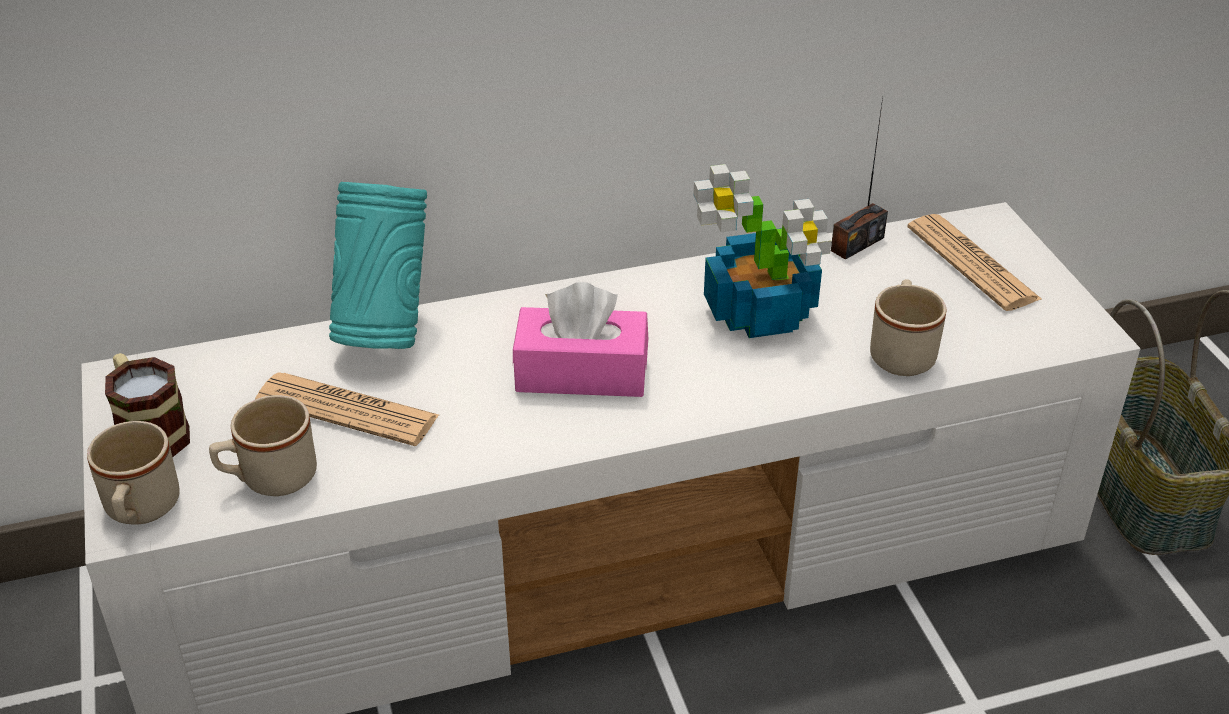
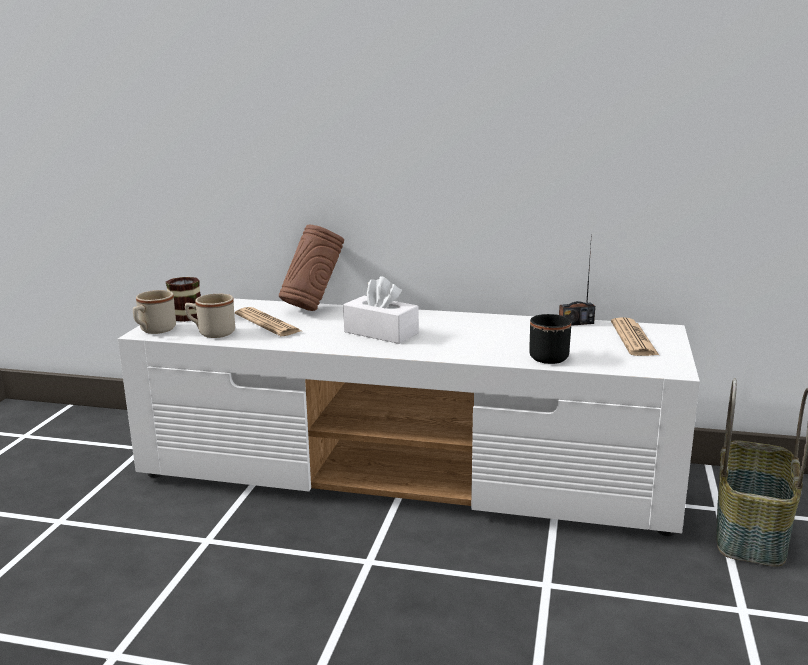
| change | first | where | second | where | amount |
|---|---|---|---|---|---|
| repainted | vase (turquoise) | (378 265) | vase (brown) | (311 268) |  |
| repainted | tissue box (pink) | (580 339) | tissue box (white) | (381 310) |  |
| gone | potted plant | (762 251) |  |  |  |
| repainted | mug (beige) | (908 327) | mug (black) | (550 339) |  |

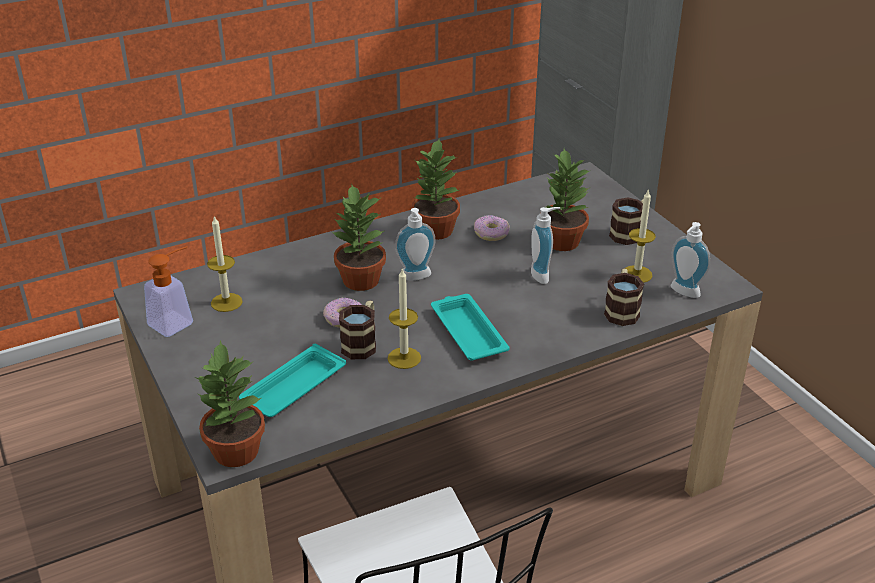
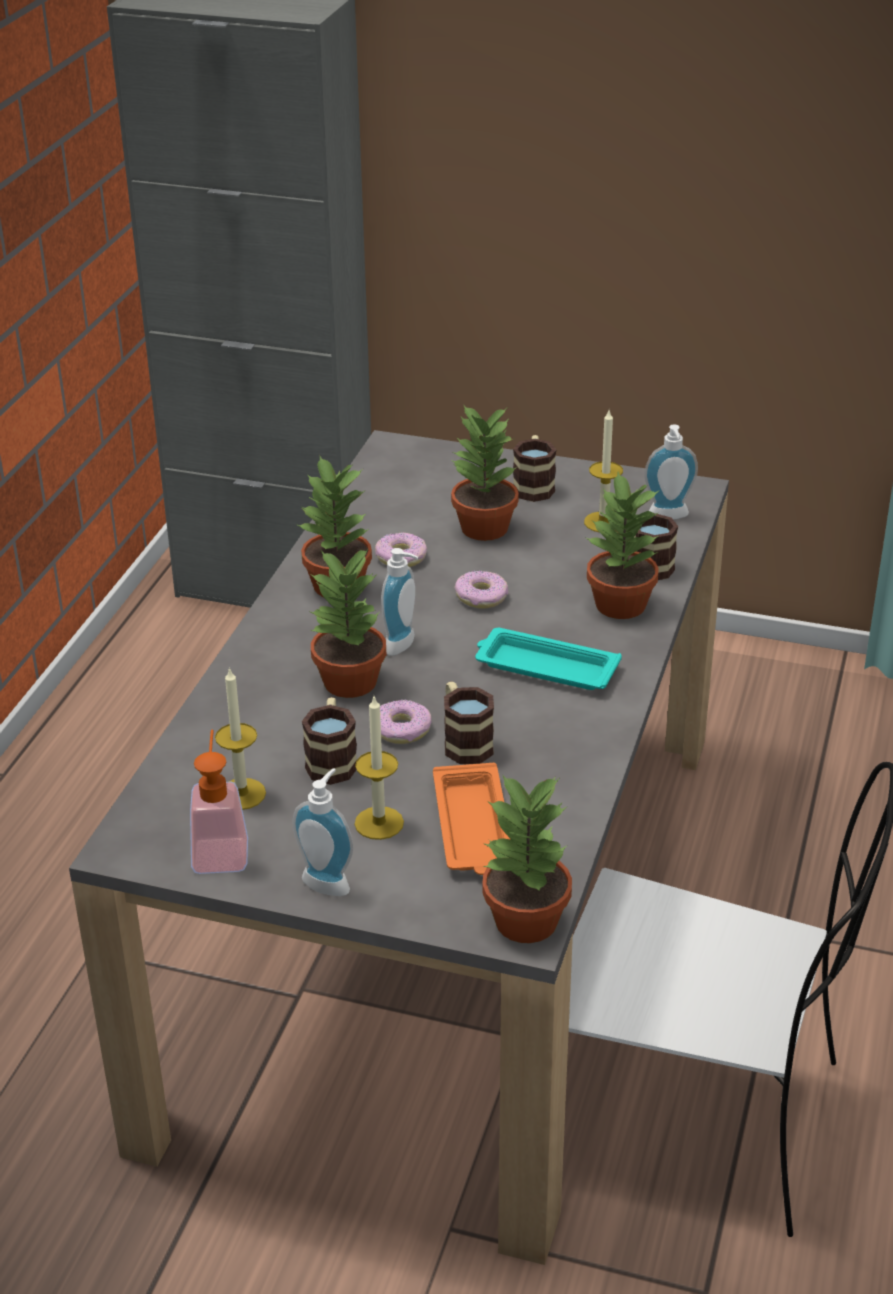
| change | first | where | second | where | amount |
|---|---|---|---|---|---|
| repainted | tray (turquoise) | (292 380) | tray (orange) | (472 819) |  |
| shifted | candle | (404 318) |  | (379 768) |  |
| shifted | soap dispenser | (545 245) |  | (323 832) |  |
| new |  |  | mug | (329 741) |  |
| new |  |  | donut | (481 589) |  |
| new |  |  | potted plant | (623 545) |  |

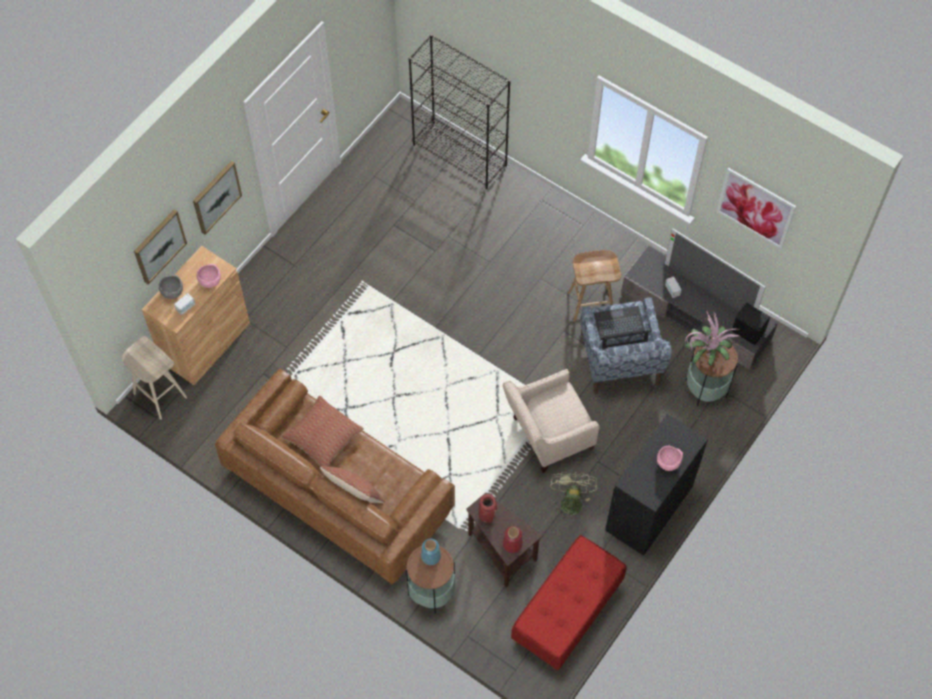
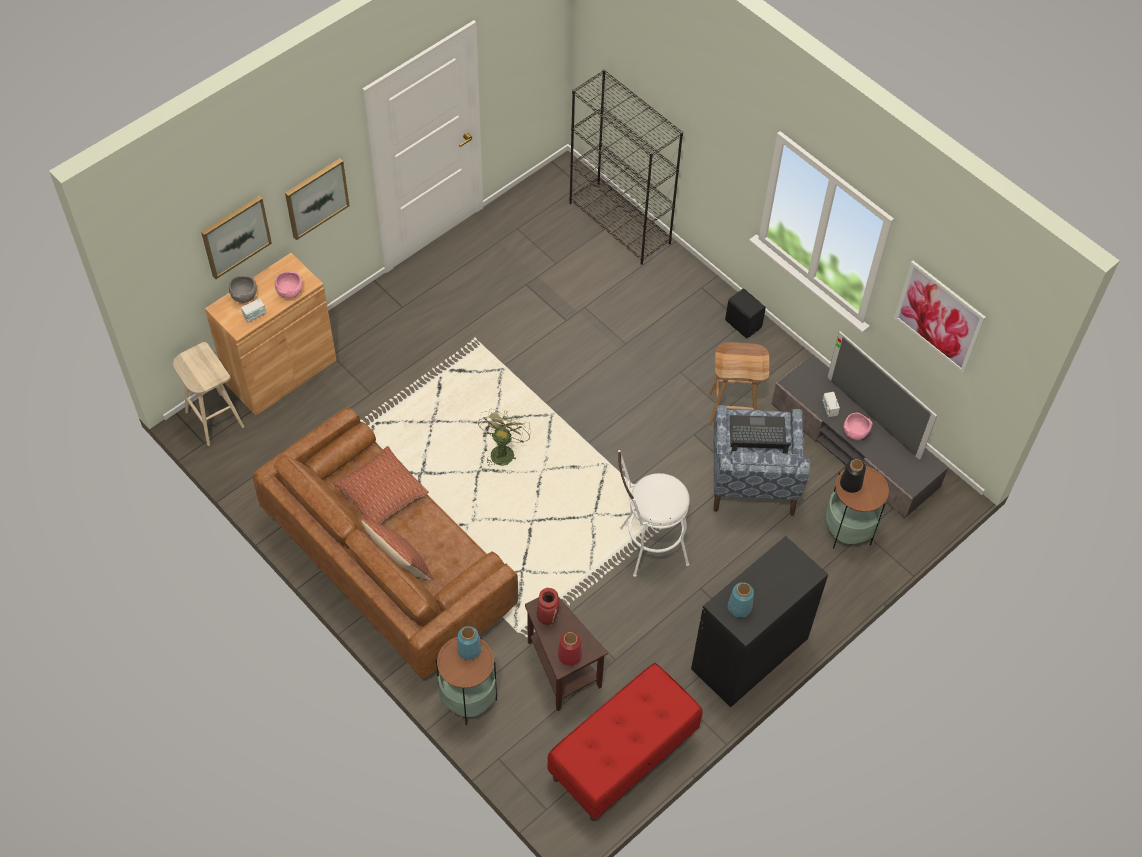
| change | first | where | second | where | amount |
|---|---|---|---|---|---|
| swapped | armchair (beige) | (551 421) | stool (white) | (654 513) |  |
| shifted | fan (green) | (574 496) |  | (504 437) |  |
| shifted | bowl (pink) | (670 458) |  | (857 426) |  |
| swapped | potted plant | (712 338) | vase (black) | (853 476) |  |
| shifted | speaker (black) | (751 324) |  | (745 313) |  |
| new |  |  | vase (blue) | (741 600) |  |

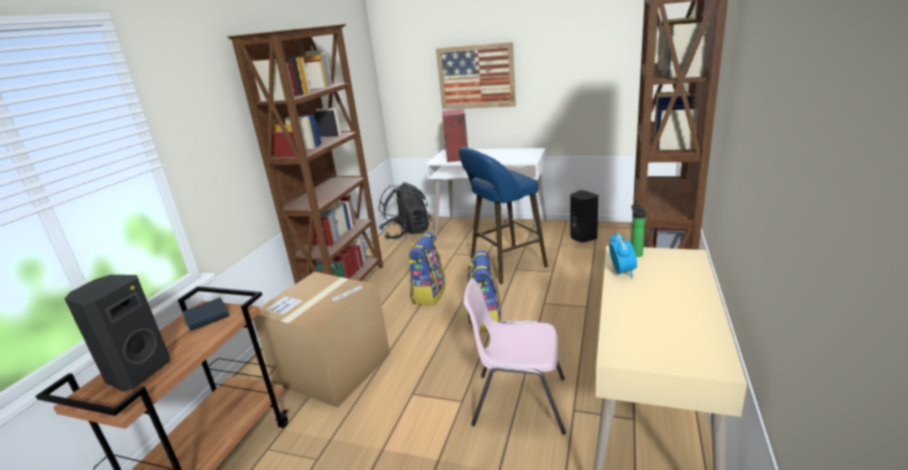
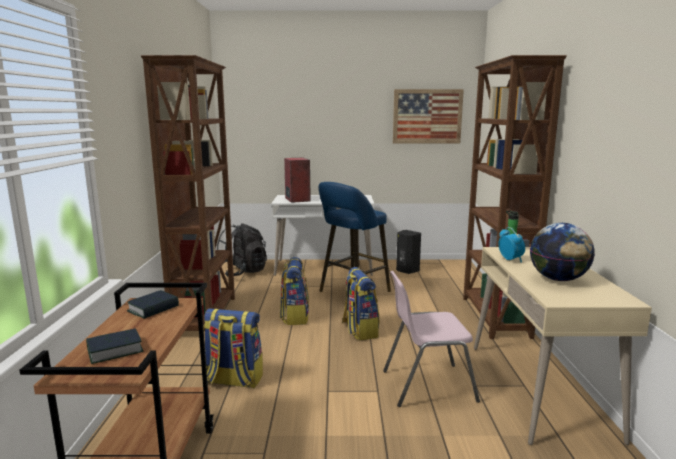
| change | first | where | second | where | amount |
|---|---|---|---|---|---|
| swapped | speaker (black) | (117 333) | book | (115 346) |  |
| swapped | cardboard box | (321 340) | backpack | (233 348) |  |
| shifted | picture | (476 75) |  | (428 116) |  |
| new |  |  | globe | (562 252) |  |

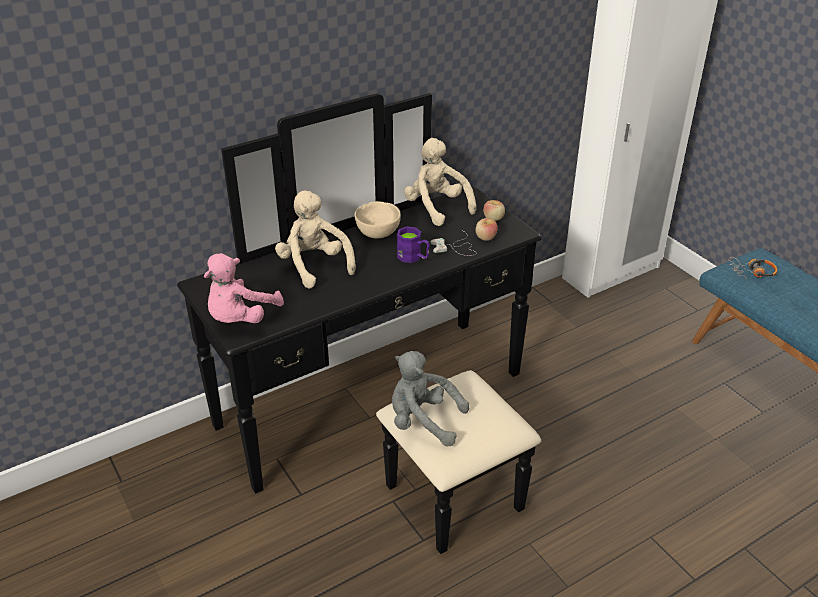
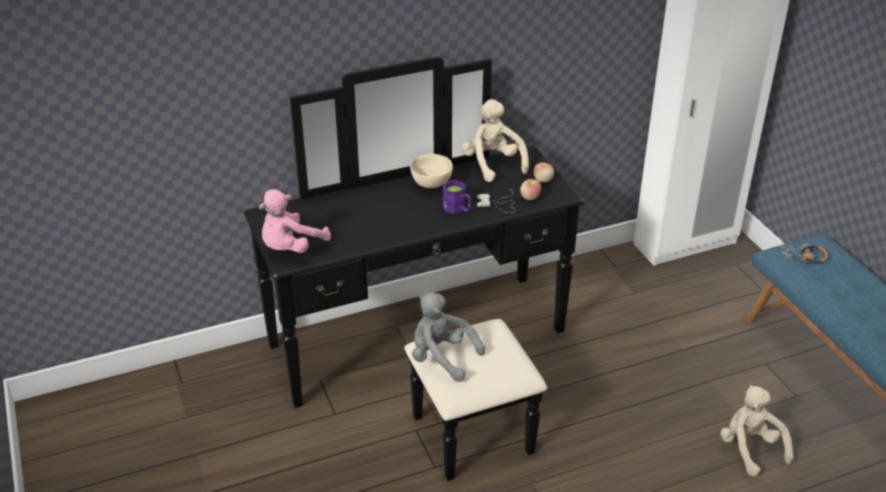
| change | first | where | second | where | amount |
|---|---|---|---|---|---|
| shifted | plush toy (beige) | (315 239) |  | (757 431) |  |

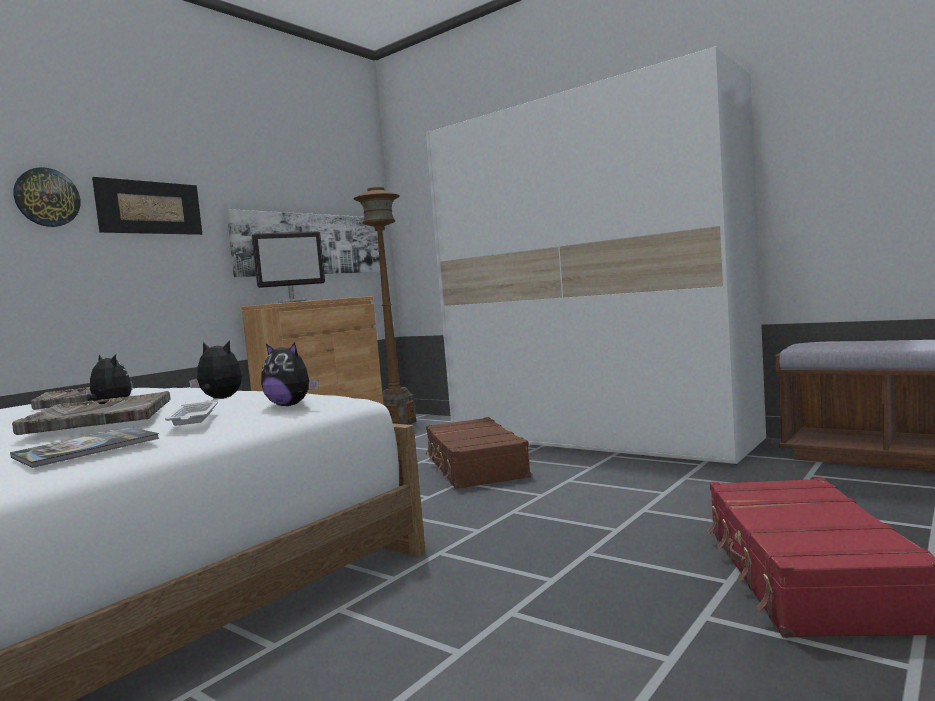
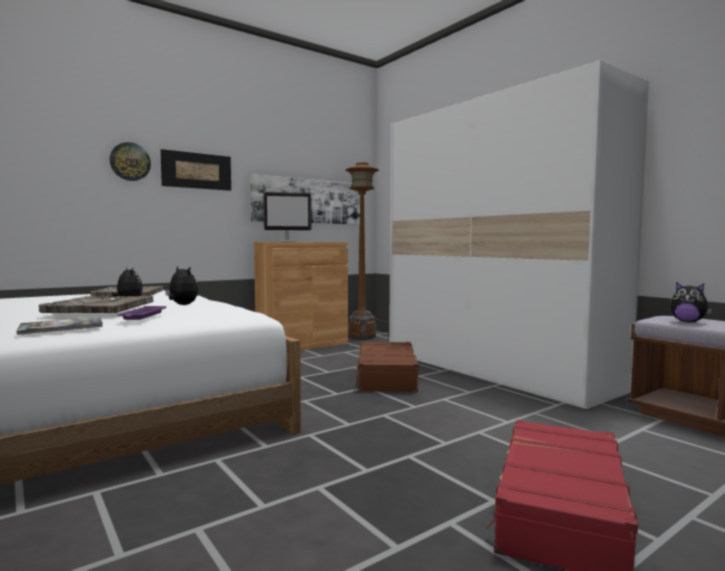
| change | first | where | second | where | amount |
|---|---|---|---|---|---|
| repainted | tray (white) | (191 413) | tray (purple) | (141 313) |  |
| shifted | plush toy | (290 374) |  | (691 302) |  |

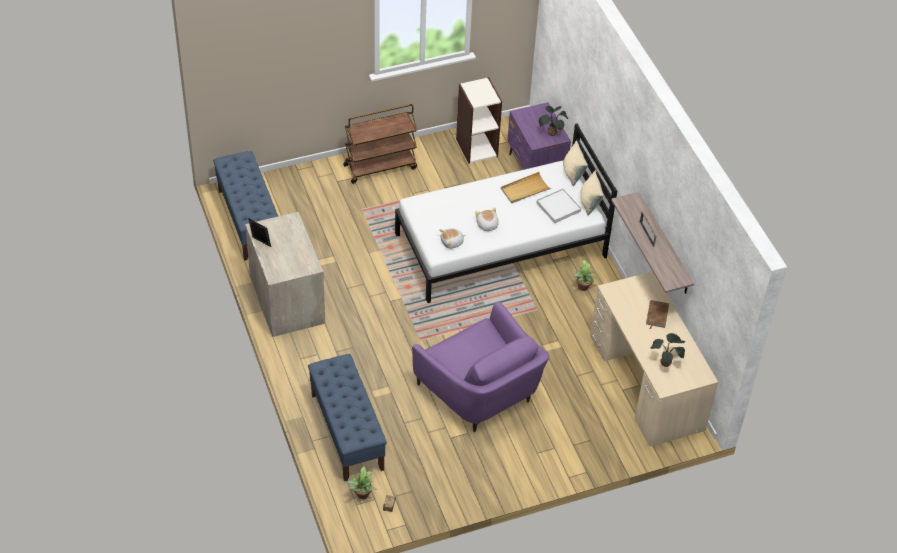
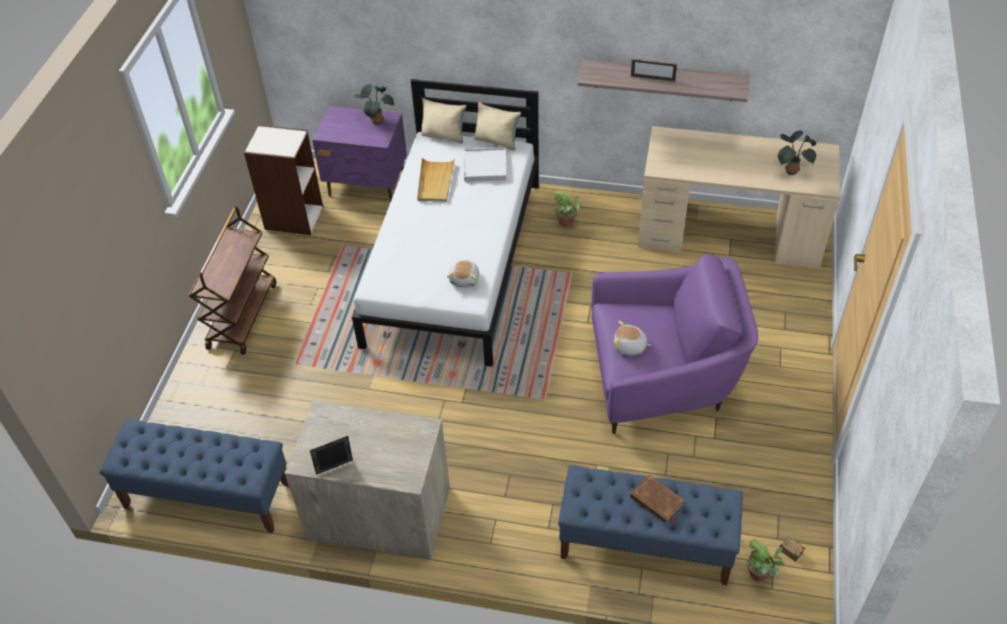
| change | first | where | second | where | amount |
|---|---|---|---|---|---|
| shifted | plush toy | (487 219) |  | (632 338) |  |
| shifted | book (brown) | (657 314) |  | (657 499) |  |

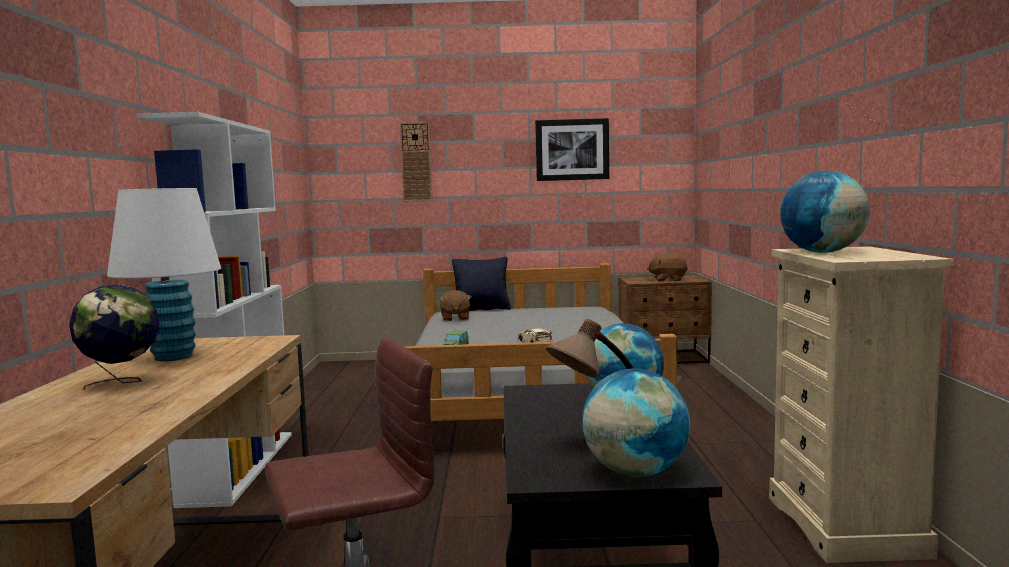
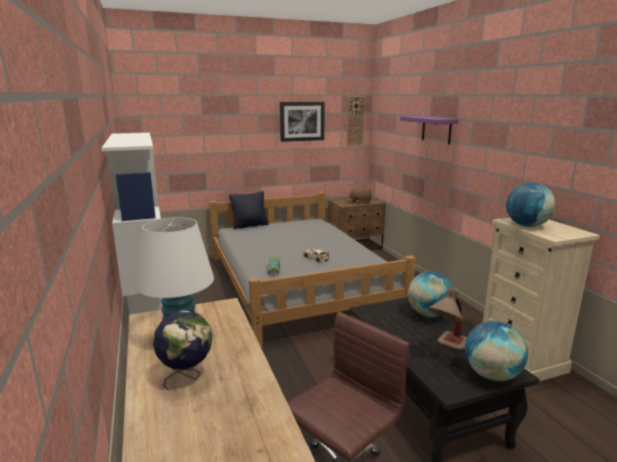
| change | first | where | second | where | amount |
|---|---|---|---|---|---|
| shifted | wall clock | (416 162) |  | (356 121) |  |
| gone | plush toy (brown) | (455 305) |  |  |  |
| new |  |  | shelf (purple) | (429 130) |  |

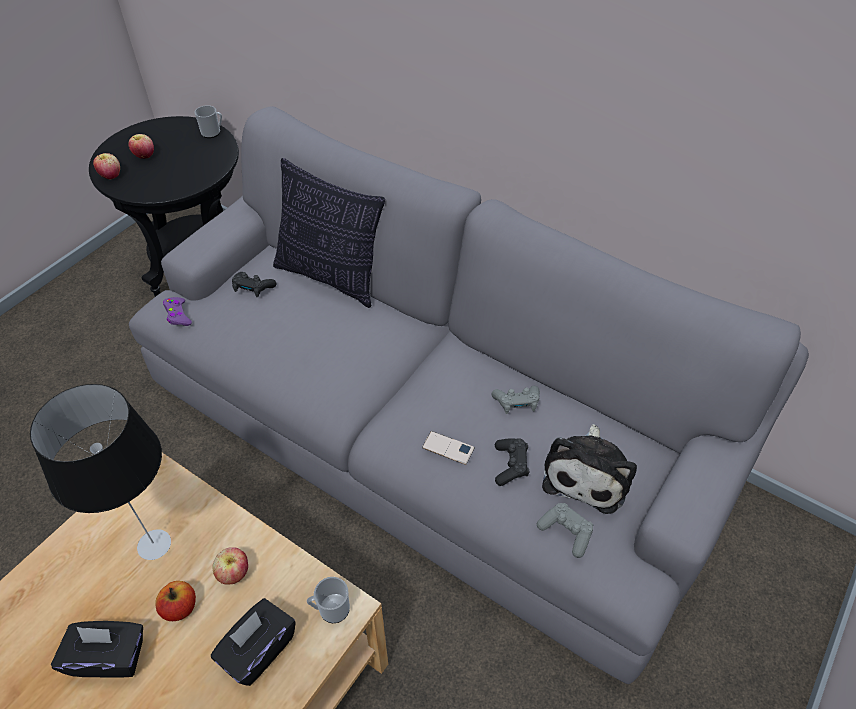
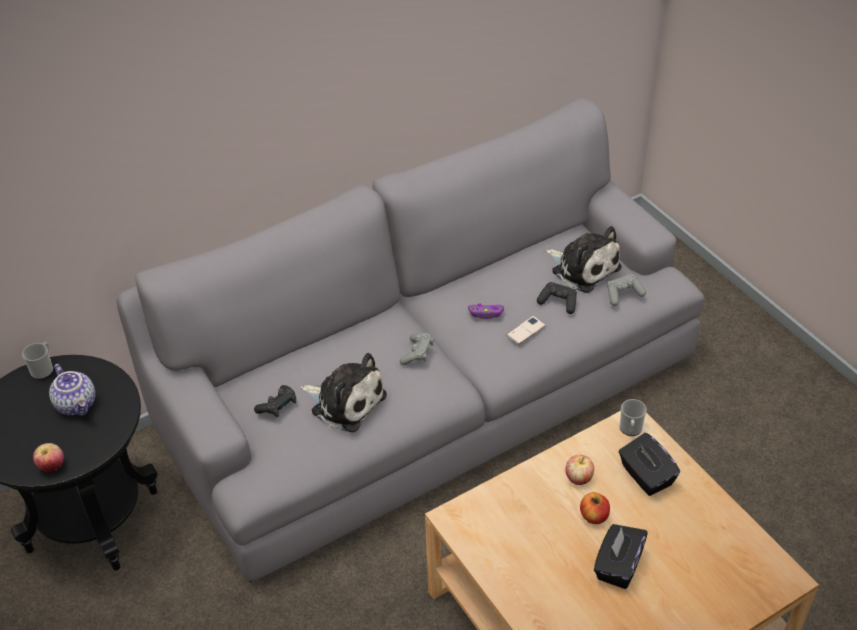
| change | first | where | second | where | amount |
|---|---|---|---|---|---|
| gone | table lamp | (100 472) |  |  |  |
| gone | apple | (141 146) |  |  |  |
| shifted | game controller (purple) | (177 311) |  | (486 311) |  |
| gone | pillow | (329 233) |  |  |  |
| shifted | game controller (grey) | (515 400) |  | (417 349) |  |
| new |  |  | teapot | (72 390) |  |
| new |  |  | plush toy | (344 392) |  |

